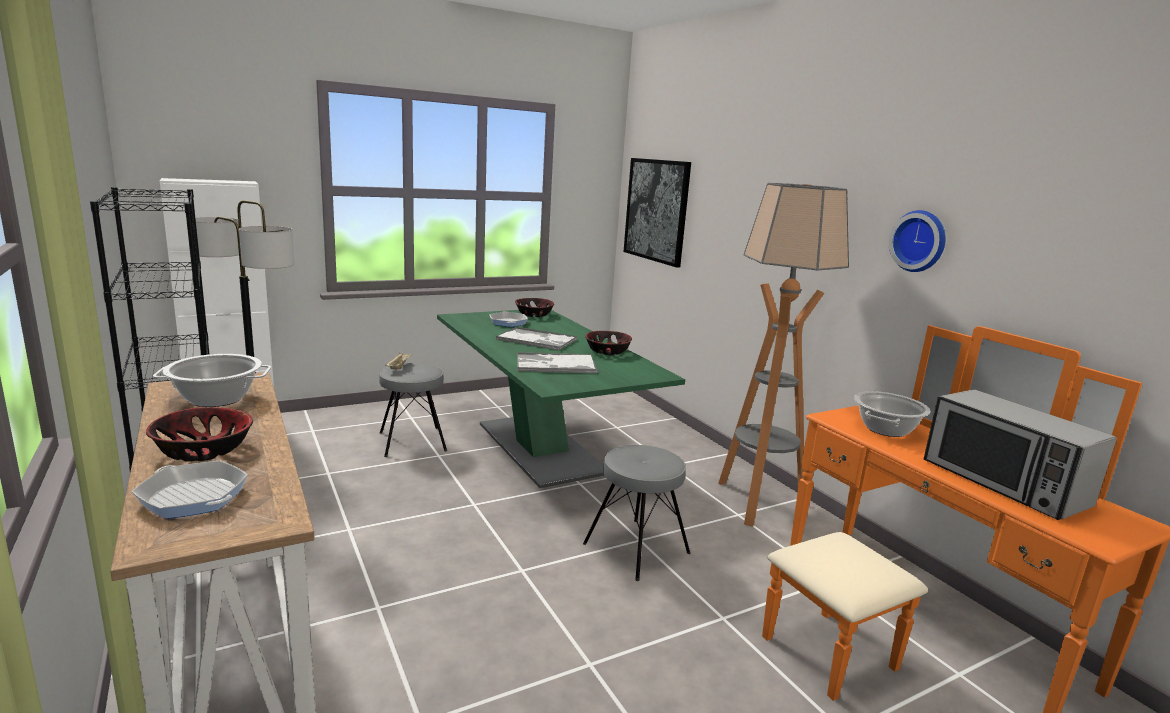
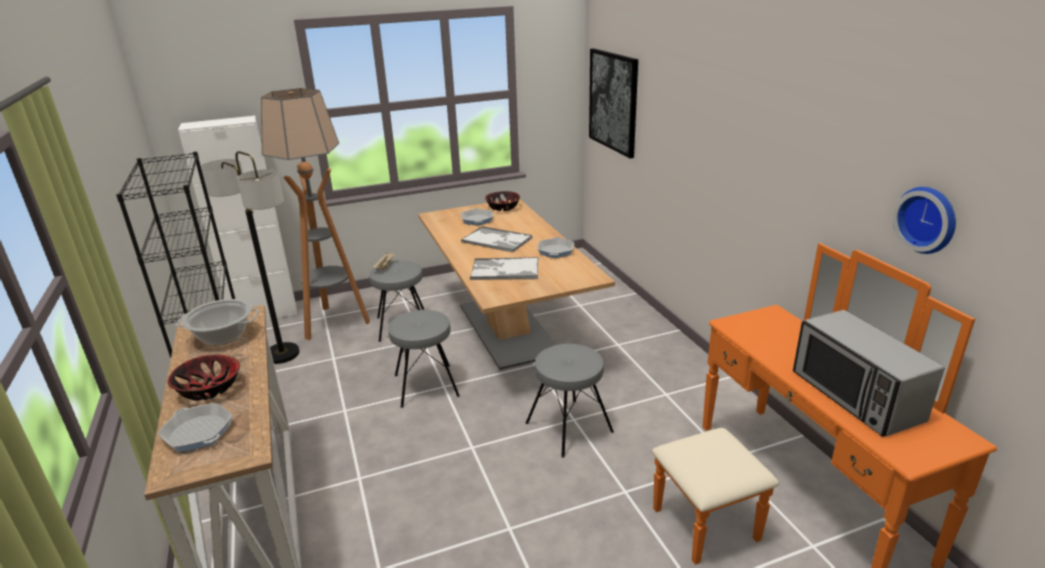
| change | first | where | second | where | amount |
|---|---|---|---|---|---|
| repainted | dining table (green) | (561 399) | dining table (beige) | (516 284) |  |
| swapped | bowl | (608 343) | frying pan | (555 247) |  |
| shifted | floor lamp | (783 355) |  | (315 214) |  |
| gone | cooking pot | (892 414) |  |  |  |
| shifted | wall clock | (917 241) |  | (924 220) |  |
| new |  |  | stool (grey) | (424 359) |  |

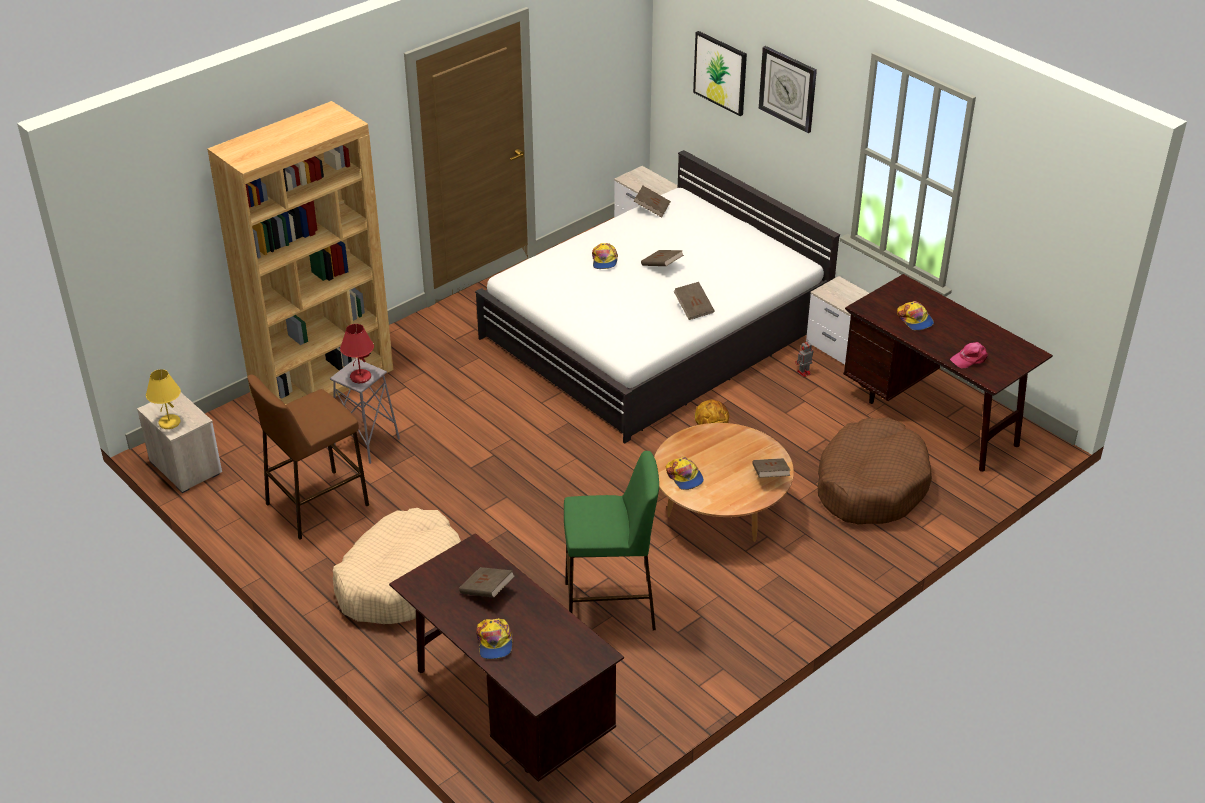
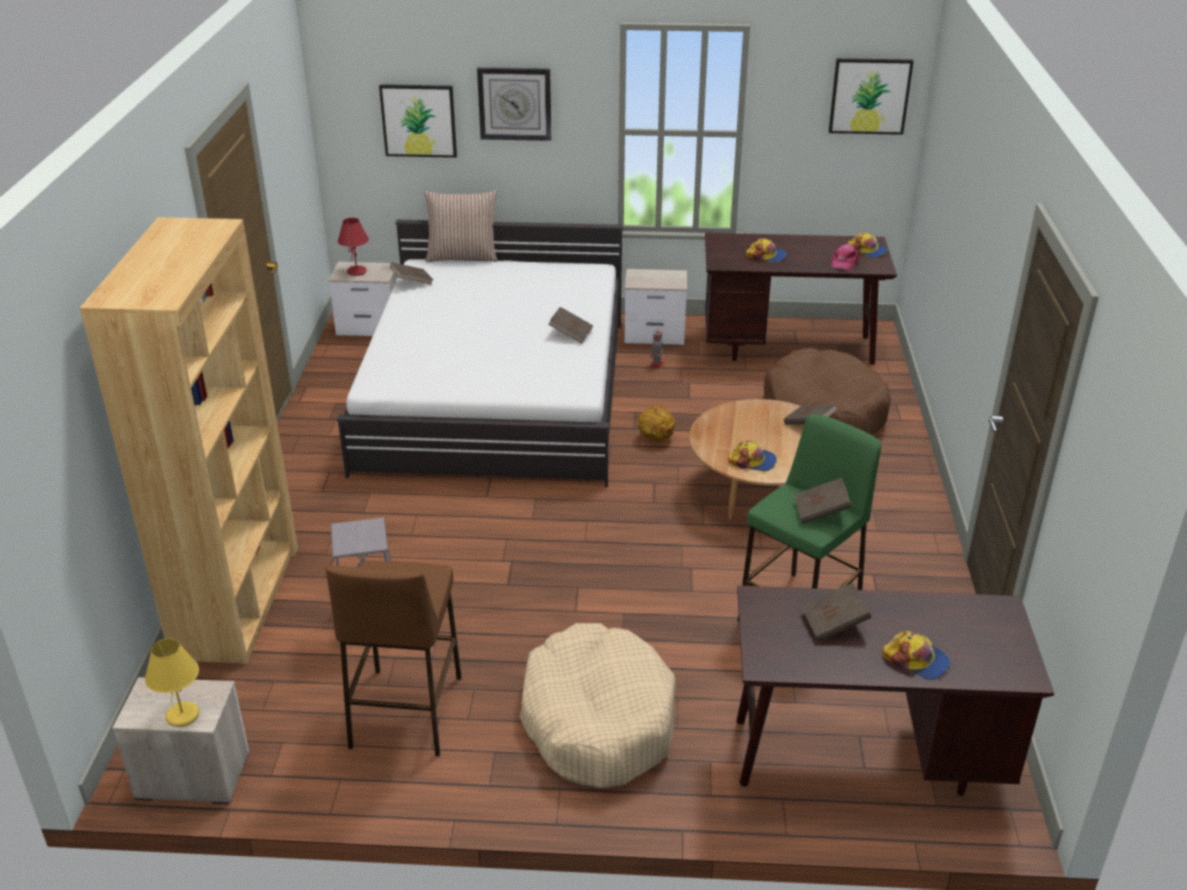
| change | first | where | second | where | amount |
|---|---|---|---|---|---|
| shifted | table lamp (red) | (357 353) |  | (353 247) |  |
| shifted | cap | (605 256) |  | (867 245) |  |
| shifted | book (brown) | (662 258) |  | (823 501) |  |
| new |  |  | pillow | (460 226) |  |
| new |  |  | picture | (871 96) |  |

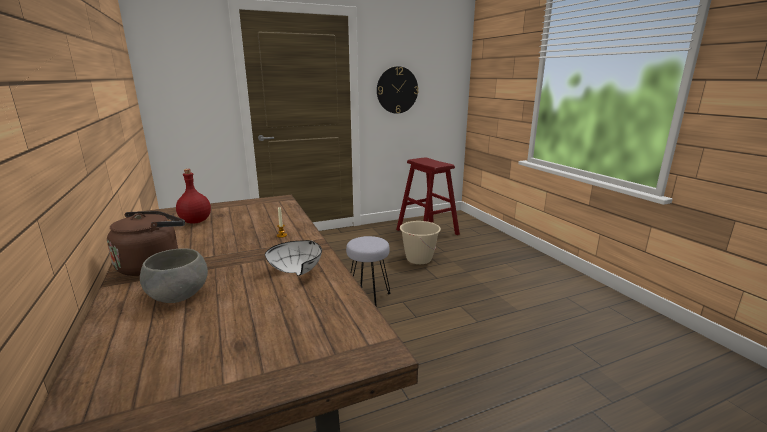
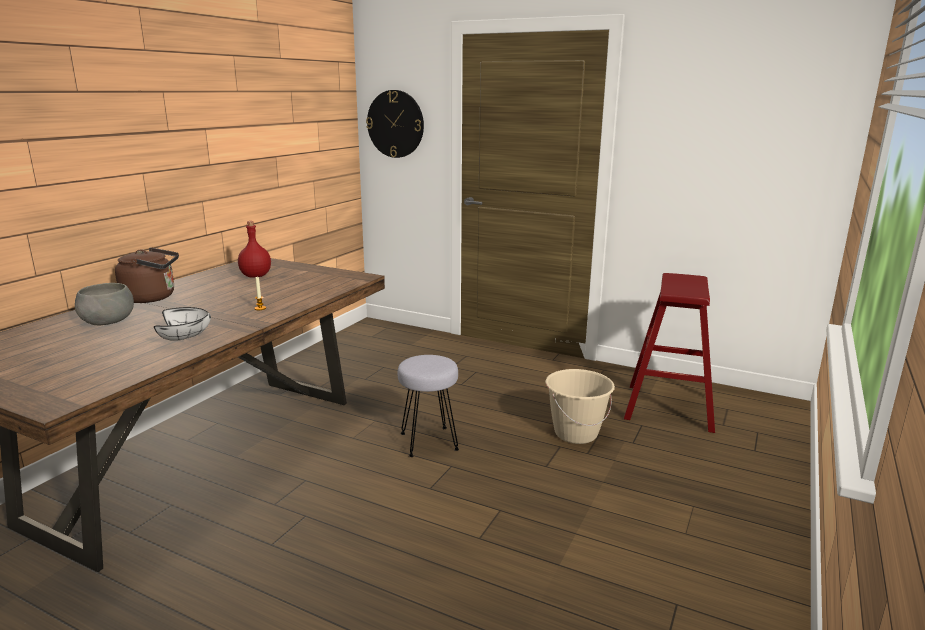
| change | first | where | second | where | amount |
|---|---|---|---|---|---|
| shifted | wall clock | (397 90) |  | (395 124) |  |

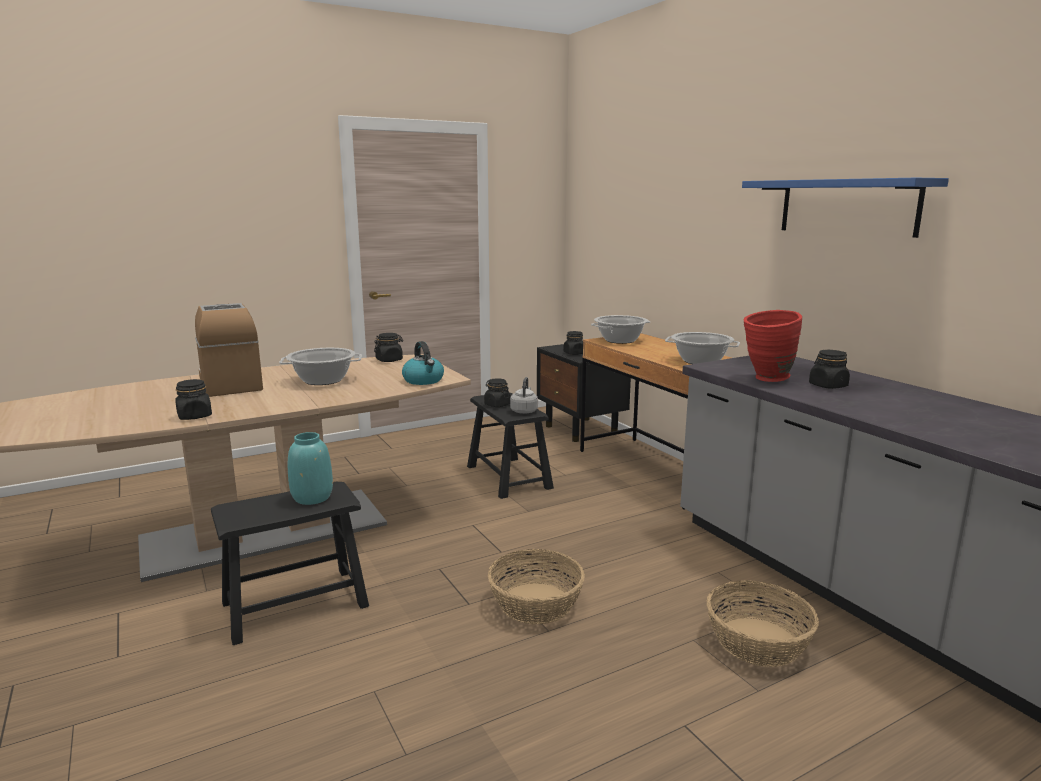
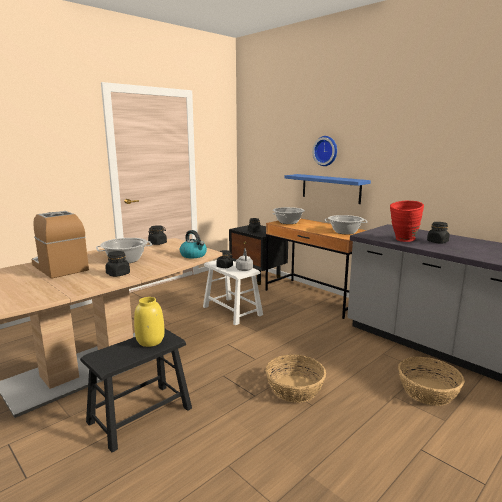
| change | first | where | second | where | amount |
|---|---|---|---|---|---|
| shifted | jar (black) | (193 399) |  | (117 264) |  |
| repainted | vase (turquoise) | (310 468) | vase (yellow) | (149 322) |  |
| repainted | stool (black) | (510 446) | stool (white) | (233 292) |  |
| shifted | shelf (blue) | (845 208) |  | (327 189) |  |
| new |  |  | wall clock | (324 151) |  |

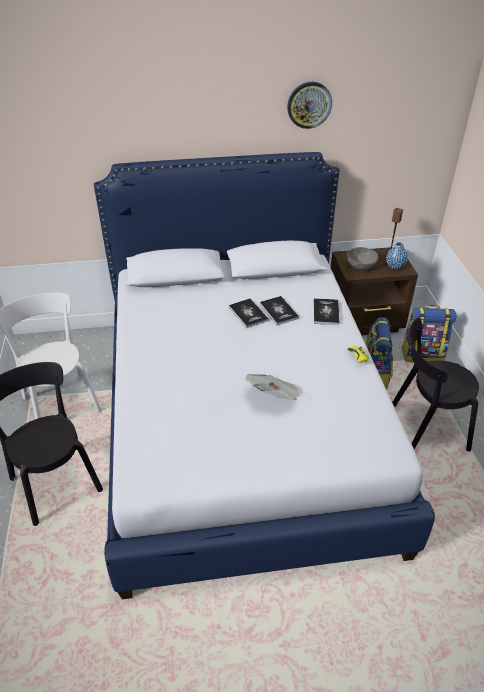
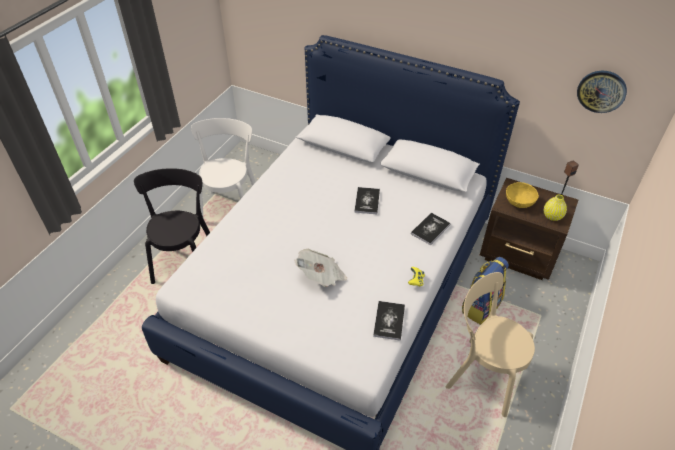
| change | first | where | second | where | amount |
|---|---|---|---|---|---|
| shifted | book | (279 310) |  | (389 321) |  |
| shifted | wall clock | (309 105) |  | (602 92) |  |
| repainted | bowl (grey) | (362 258) | bowl (yellow) | (522 195) |  |
| repainted | vase (blue) | (397 255) | vase (yellow) | (555 208) |  |
| repainted | chair (black) | (435 384) | chair (beige) | (490 344) |  |
| gone | backpack | (429 334) |  |  |  |

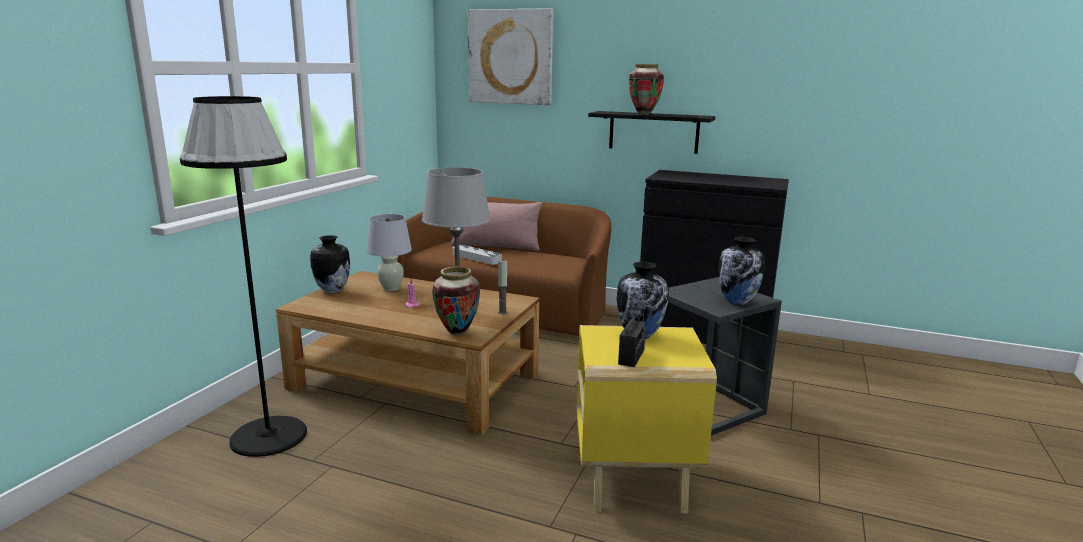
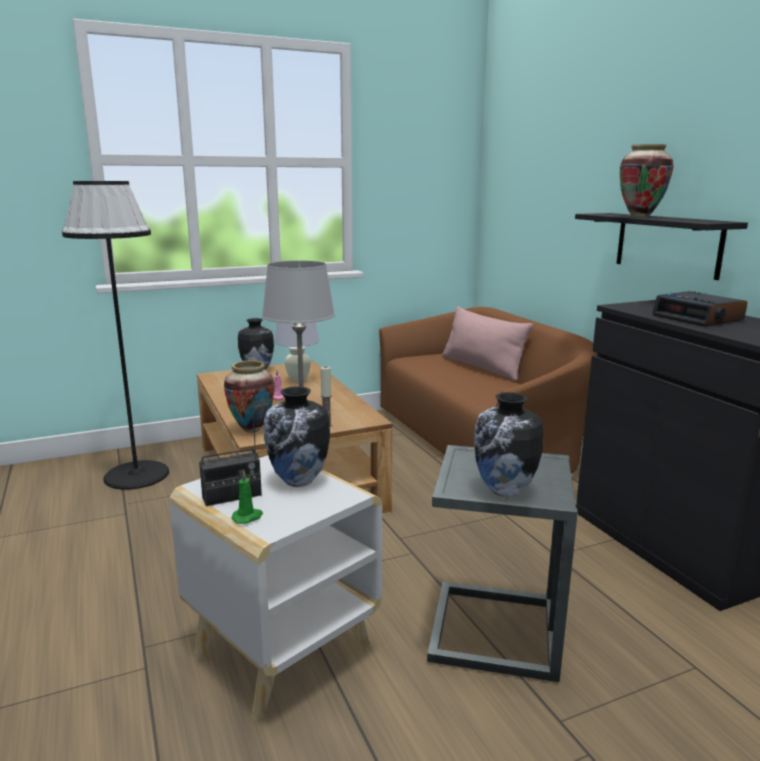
| change | first | where | second | where | amount |
|---|---|---|---|---|---|
| gone | tray (grey) | (477 255) |  |  |  |
| gone | picture | (510 56) |  |  |  |
| repainted | side table (yellow) | (647 419) | side table (white) | (275 588) |  |
| new |  |  | candle (green) | (247 497) |  |
| new |  |  | alarm clock | (699 309) |  |

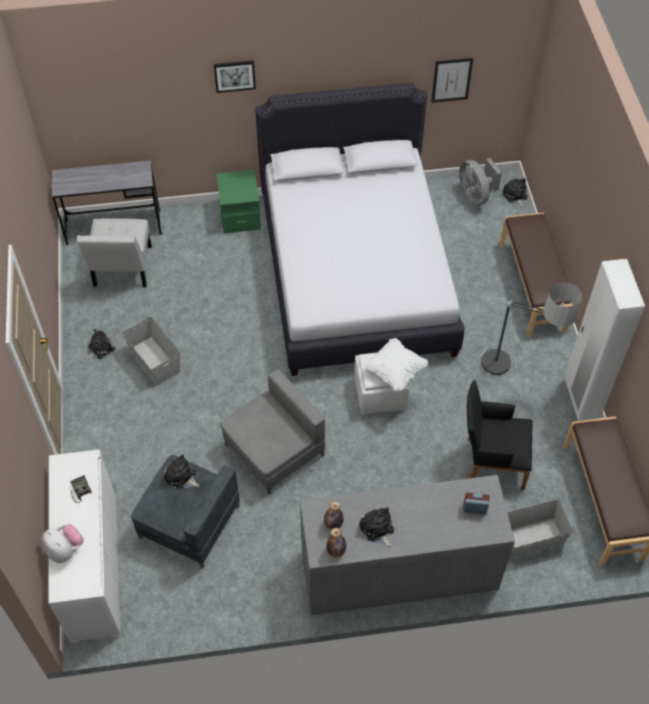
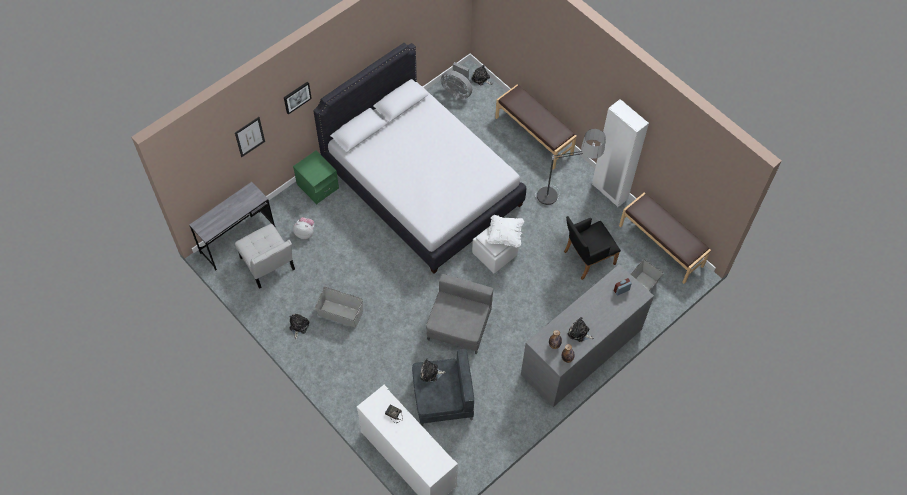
| change | first | where | second | where | amount |
|---|---|---|---|---|---|
| shifted | plush toy | (62 543) |  | (303 228) |  |
| shifted | picture | (452 80) |  | (250 137) |  |

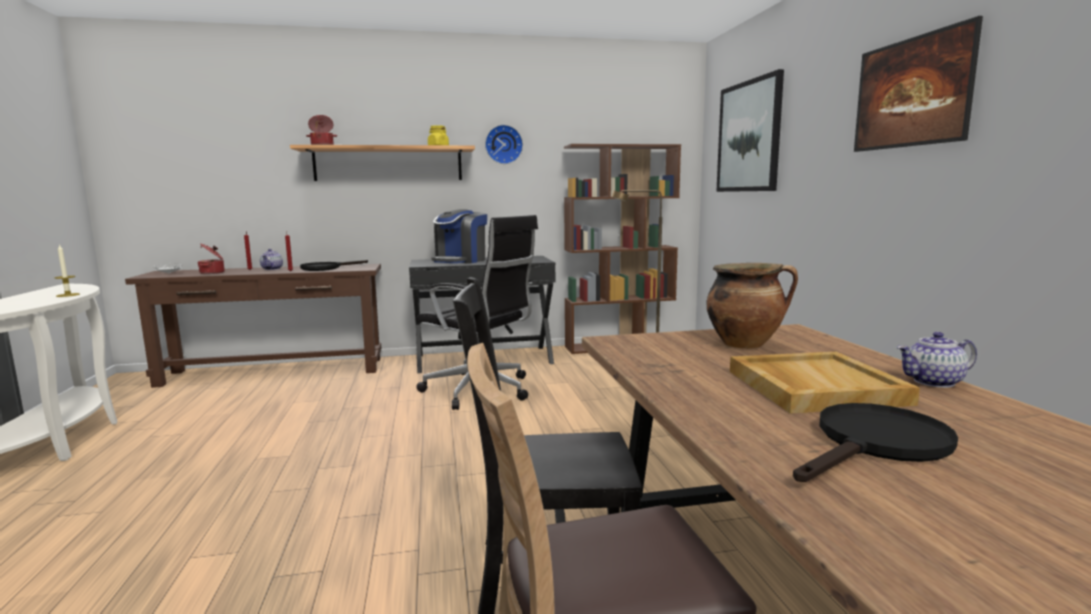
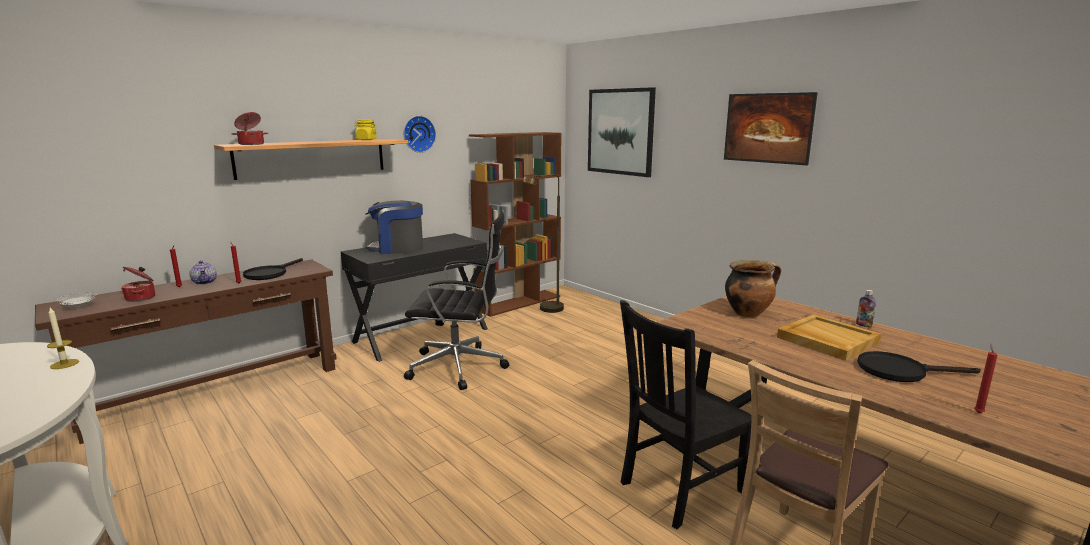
| change | first | where | second | where | amount |
|---|---|---|---|---|---|
| rotated | coffee machine | (459 236) |  | (394 227) | 90 degrees clockwise |
| rotated | frying pan (black) | (875 442) |  | (919 366) | 105 degrees counterclockwise |
| swapped | teapot | (937 360) | bottle | (866 309) |  |
| new |  |  | candle (red) | (986 378) |  |

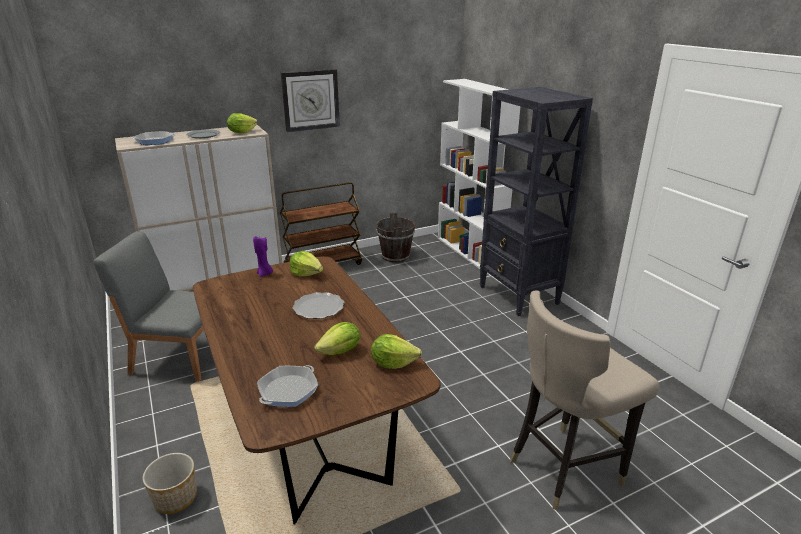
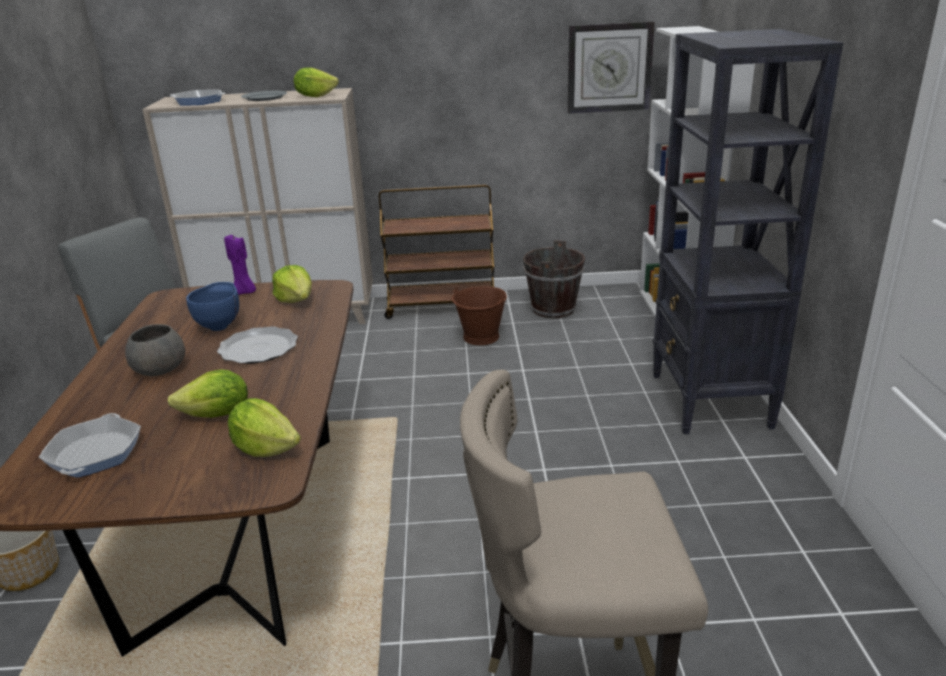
| change | first | where | second | where | amount |
|---|---|---|---|---|---|
| rotated | frying pan | (287 386) |  | (90 445) | 60 degrees counterclockwise |
| shifted | wall clock | (310 100) |  | (611 68) |  |
| new |  |  | bowl (grey) | (155 350) |  |
| new |  |  | bowl (blue) | (212 306) |  |
| new |  |  | bucket (brown) | (479 316) |  |

